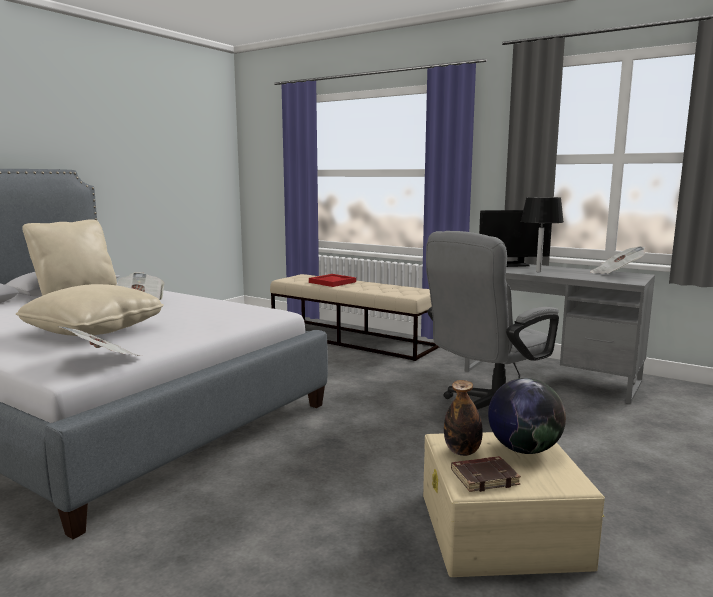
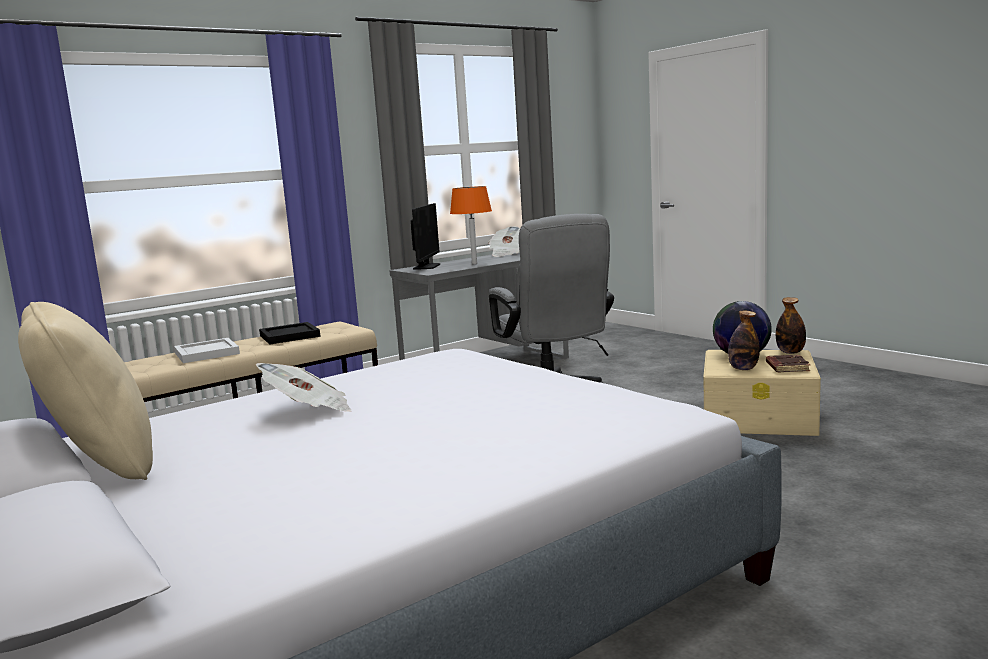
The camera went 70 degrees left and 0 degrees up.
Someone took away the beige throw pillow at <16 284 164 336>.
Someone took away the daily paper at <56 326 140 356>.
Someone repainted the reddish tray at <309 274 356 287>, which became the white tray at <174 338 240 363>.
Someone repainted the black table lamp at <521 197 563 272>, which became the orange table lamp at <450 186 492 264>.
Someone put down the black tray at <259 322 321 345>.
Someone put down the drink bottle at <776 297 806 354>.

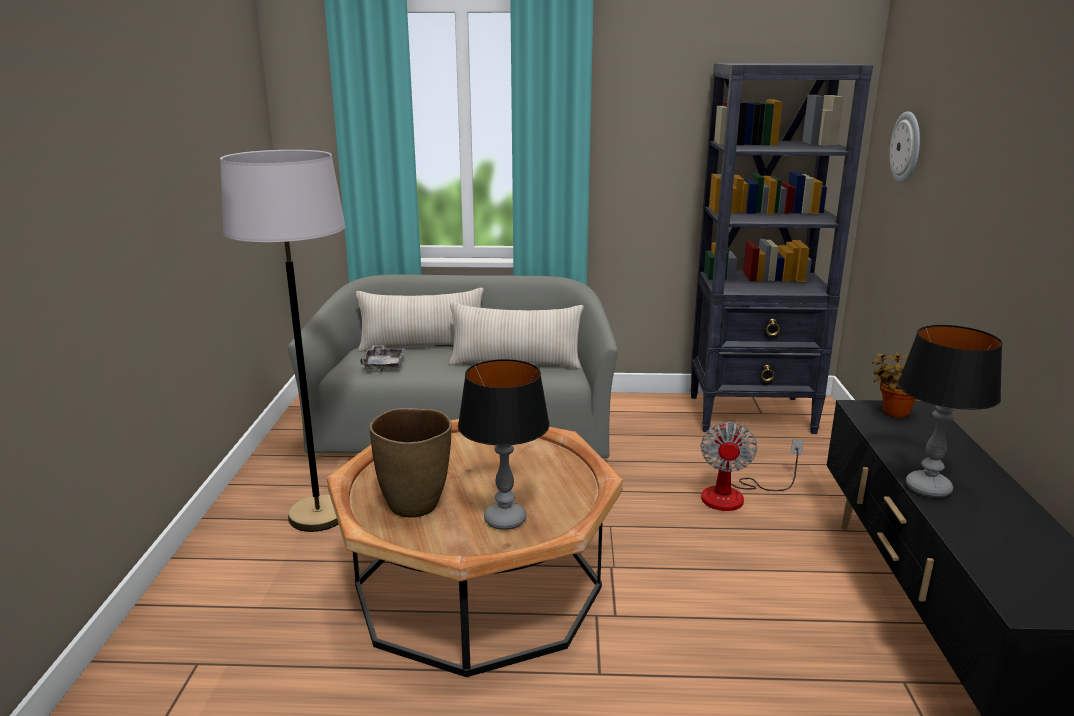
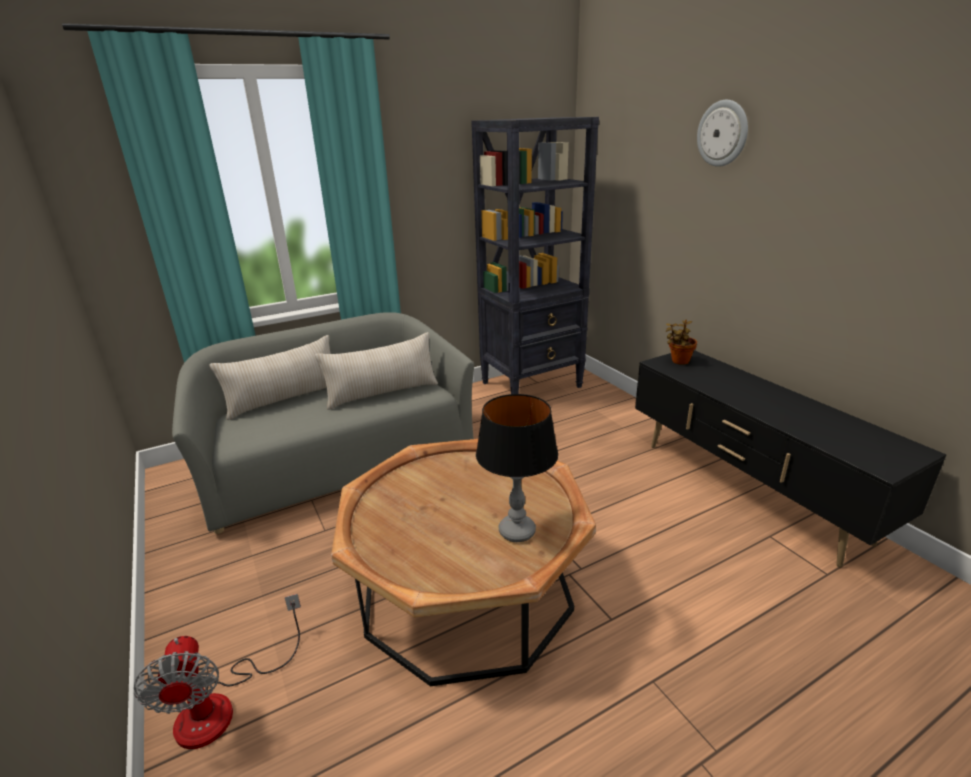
The camera went 30 degrees left and 5 degrees up.
Someone took away the grey standing lamp at <220 150 345 532>.
Someone took away the grey tray at <360 345 405 371>.
Someone took away the brownish vase at <370 408 451 518>.
Someone carried the electric fan from <700 421 804 511> to <134 594 301 749>.
Someone carried the clock on the wall from <889 111 920 183> to <697 100 748 167>.
Someone took away the table lamp at <898 325 1003 498>.

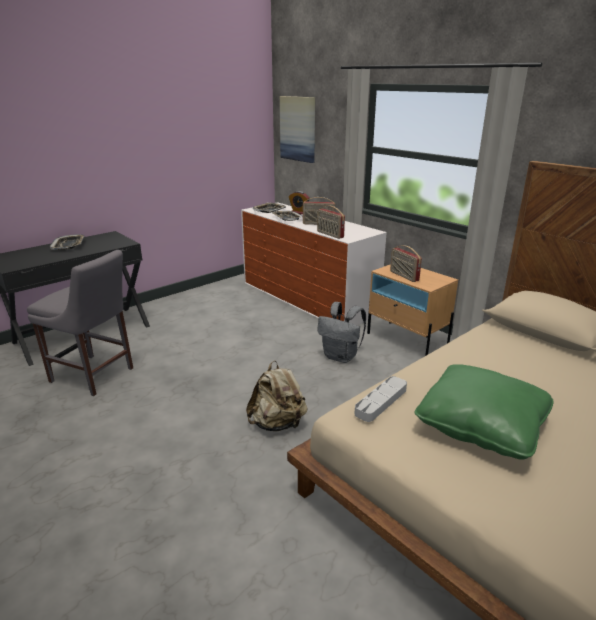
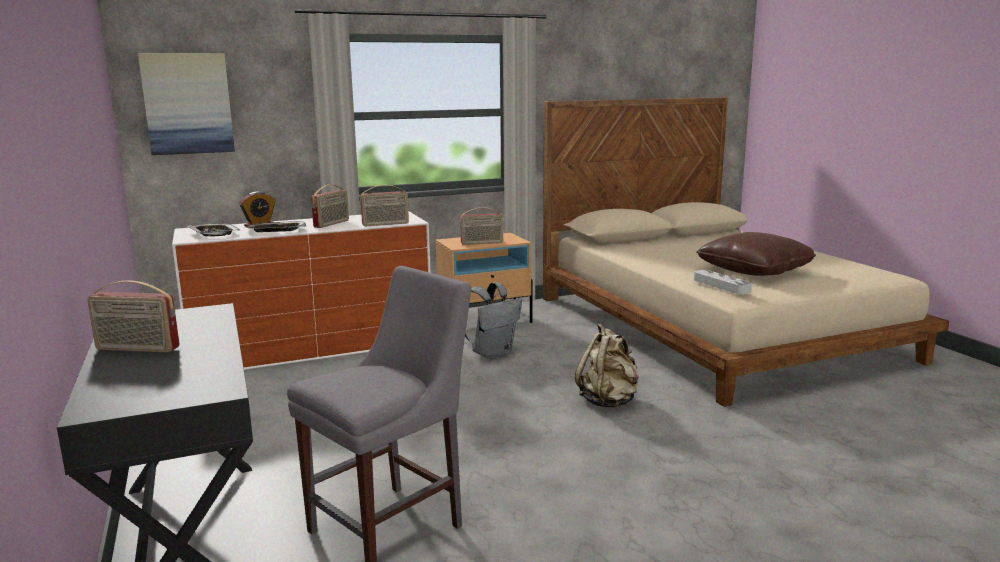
The camera went 70 degrees left and 10 degrees down.
Someone swapped the tray at <50 234 85 250> for the radio set at <87 280 179 352>.
Someone repainted the greenish throw pillow at <414 364 553 460>, which became the brownish throw pillow at <696 232 816 276>.

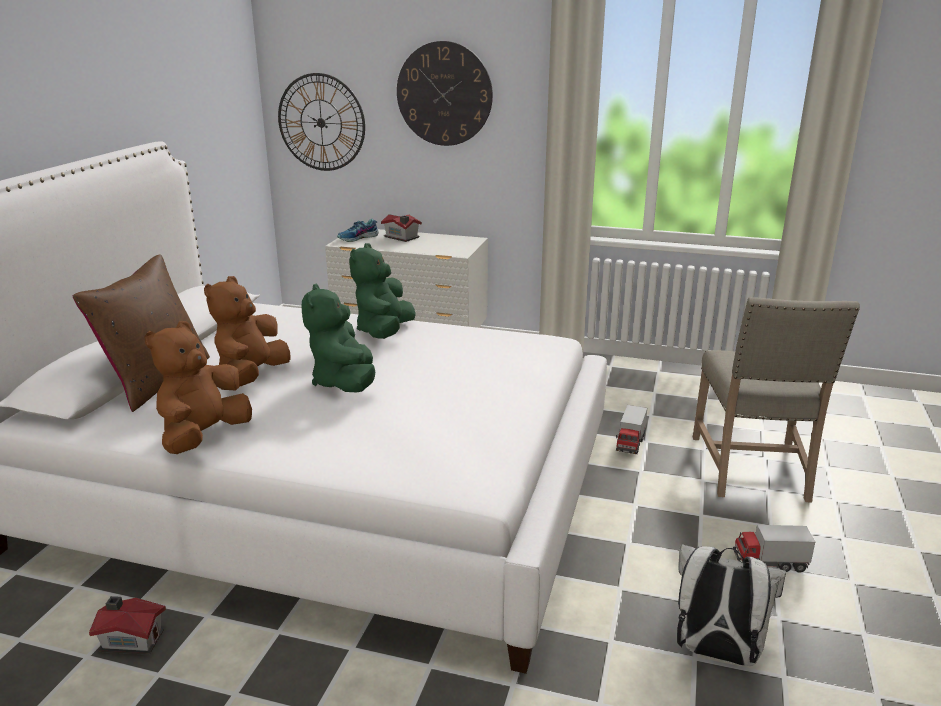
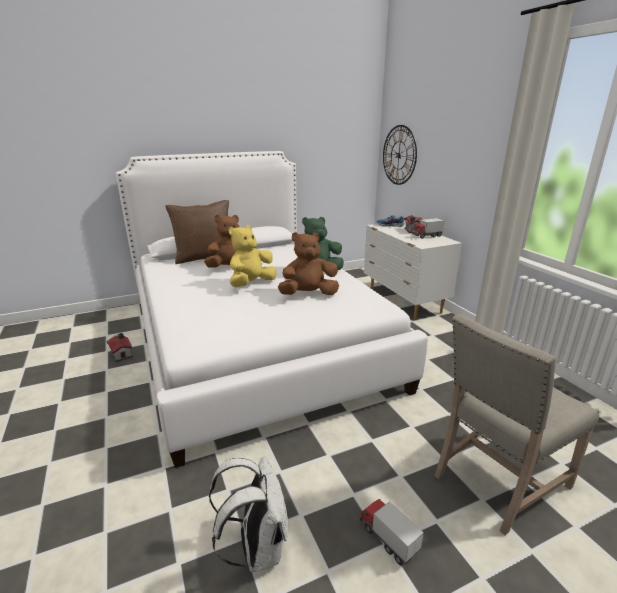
The camera went 50 degrees right and 0 degrees up.
Someone carried the brownish plush toy from <144 321 252 454> to <278 232 339 295>.
Someone repainted the greenish plush toy at <302 283 375 392>, which became the yellowish plush toy at <229 225 276 287>.
Someone took away the clock on the wall at <397 41 493 146>.
Someone carried the toy truck from <616 405 647 454> to <411 218 445 239>.

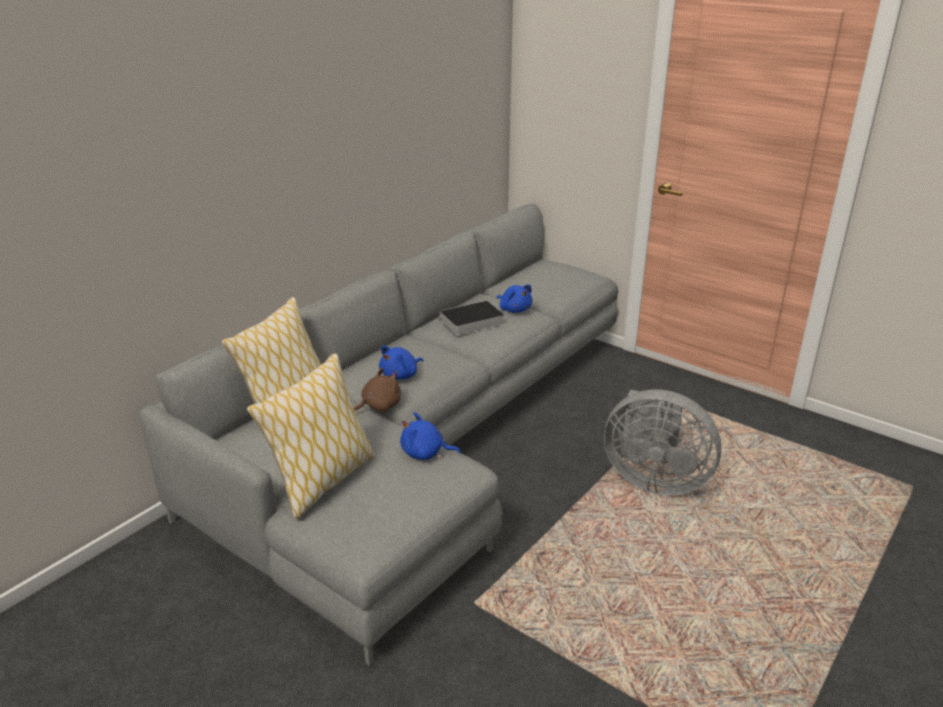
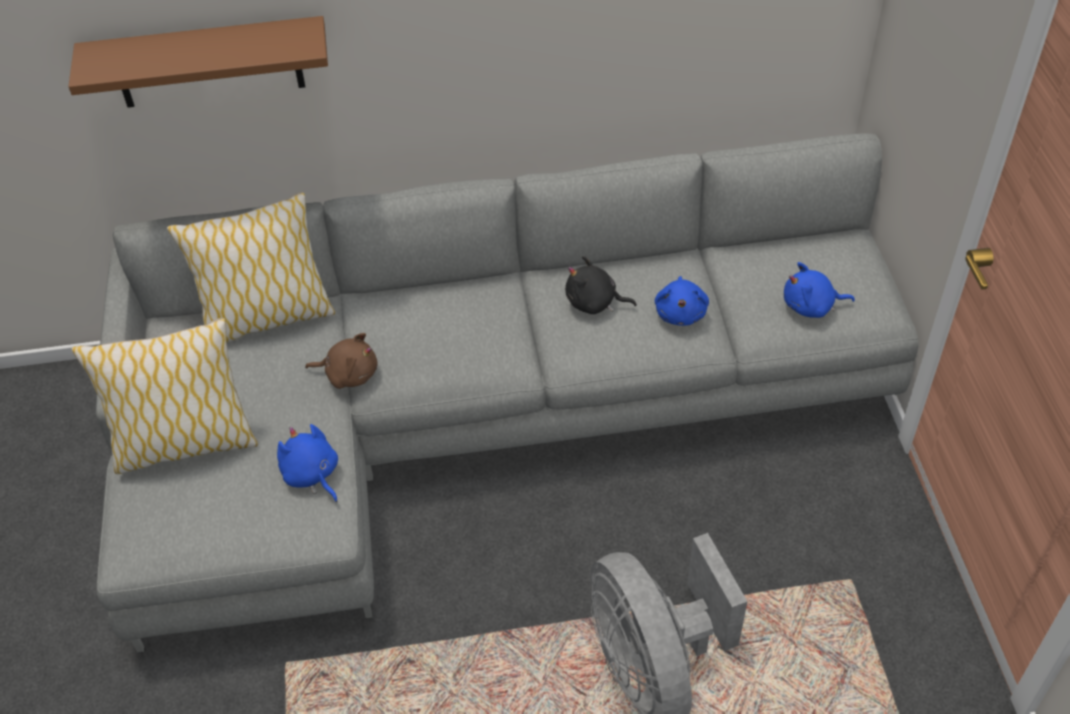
The camera went 45 degrees right and 20 degrees up.
Someone carried the blue-coloured plush toy from <379 345 424 380> to <784 262 855 318>.
Someone swapped the volume at <431 300 504 335> for the black plush toy at <565 256 637 314>.
Someone put up the brownish shelf at <68 16 328 108>.

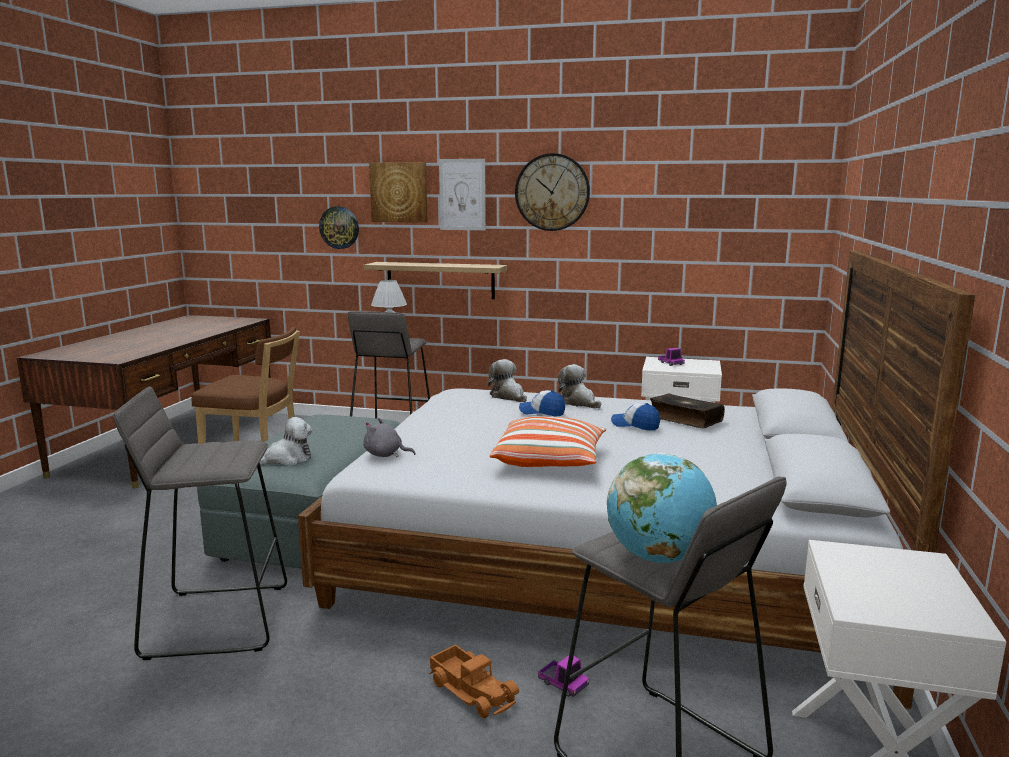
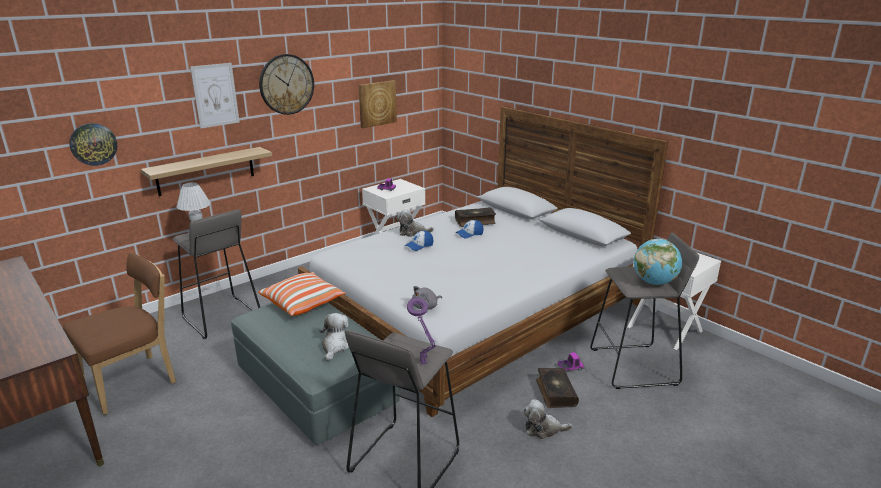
The camera went 55 degrees left and 10 degrees up.
Someone carried the wall picture from <369 162 427 222> to <359 80 397 128>.
Someone swapped the toy truck at <429 644 519 718> for the volume at <536 368 579 408>.
Someone carried the plush toy from <488 359 527 402> to <523 400 573 439>.
Someone carried the throw pillow from <490 416 606 467> to <258 272 345 316>.
Someone put down the purple-coloured table lamp at <407 298 436 364>.

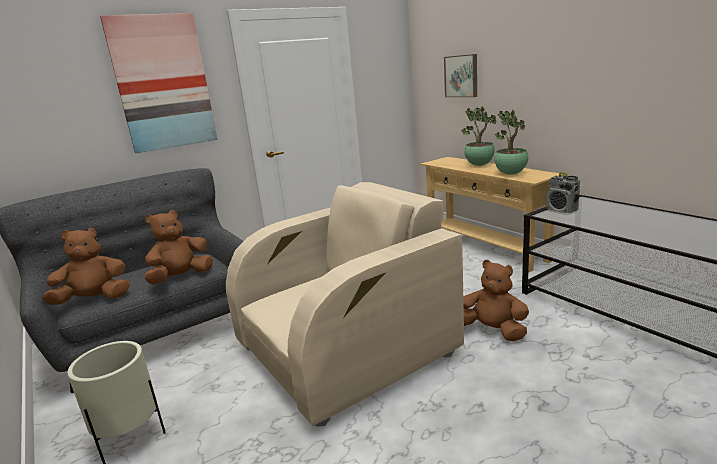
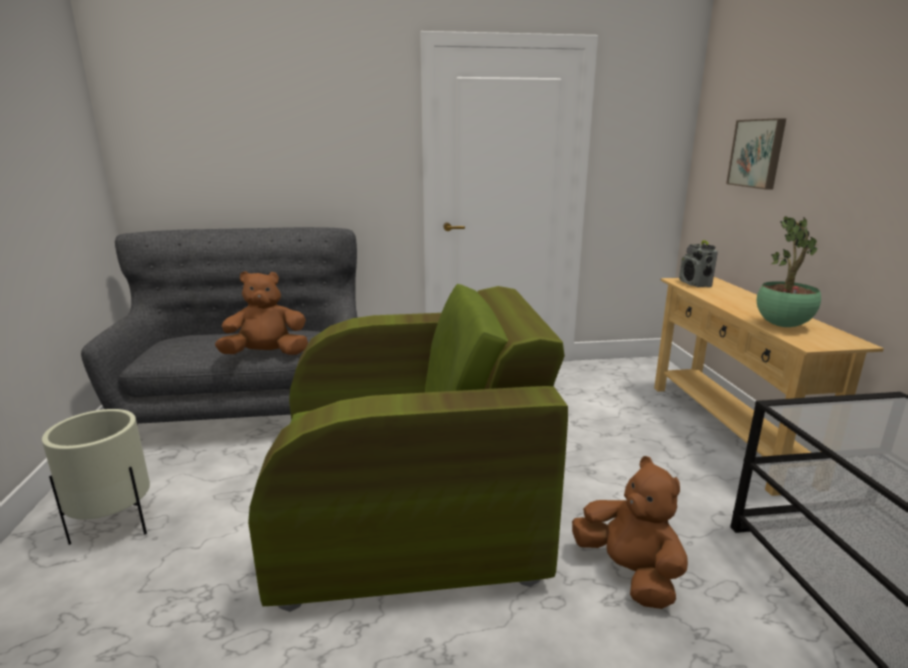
The camera went 25 degrees right and 0 degrees up.
Someone took away the brownish plush toy at <42 228 130 305>.
Someone took away the wall picture at <100 13 217 153>.
Someone repainted the beige easy chair at <226 182 464 427>, which became the greenish easy chair at <248 284 568 612>.
Someone took away the houseplant at <461 106 496 166>.
Someone carried the radio set from <546 172 580 213> to <679 240 718 287>.

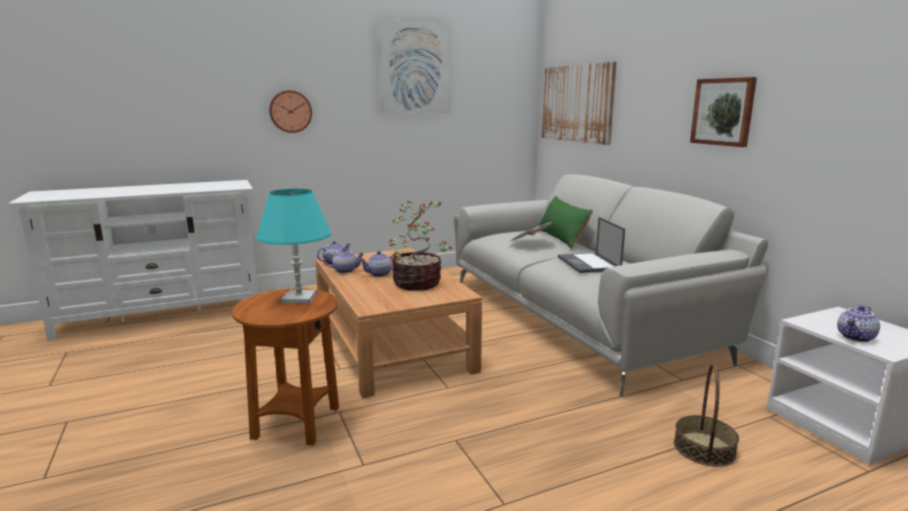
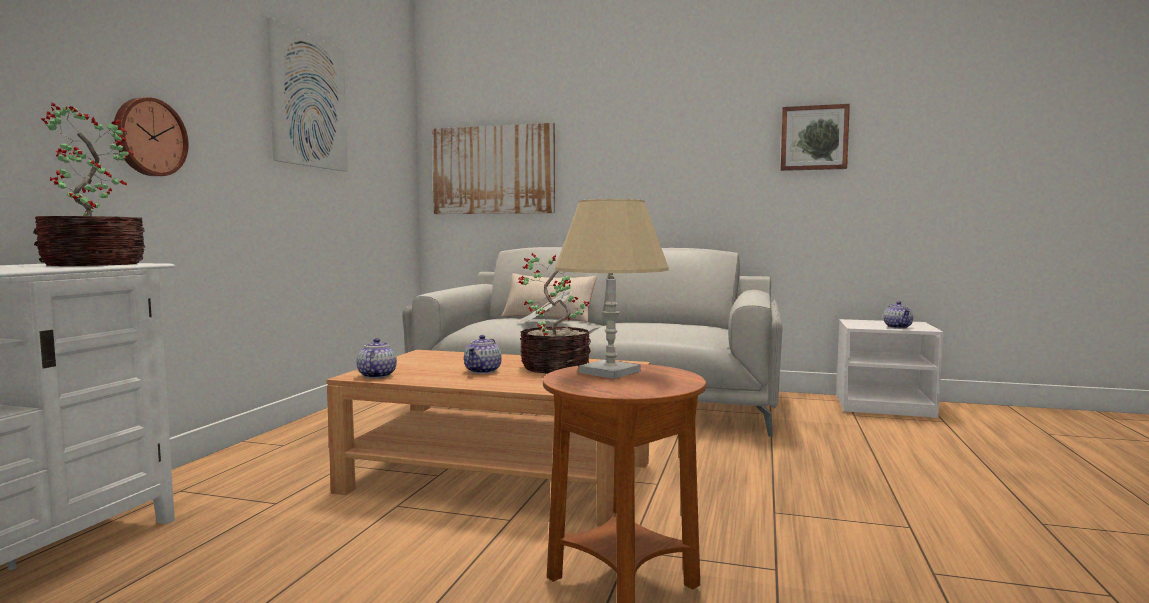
The camera went 50 degrees left and 10 degrees down.
Someone repainted the blue-green table lamp at <256 188 331 303>, which became the beige table lamp at <555 199 669 379>.
Someone took away the pot for tea at <324 248 365 273>.
Someone repainted the greenish throw pillow at <539 196 593 249>, which became the beige throw pillow at <501 273 597 322>.
Someone took away the notebook computer at <558 217 625 273>.
Someone took away the basket at <674 364 739 467>.
Someone carried the wall picture from <690 77 757 147> to <781 104 850 171>.
Someone put down the houseplant at <33 103 145 266>.

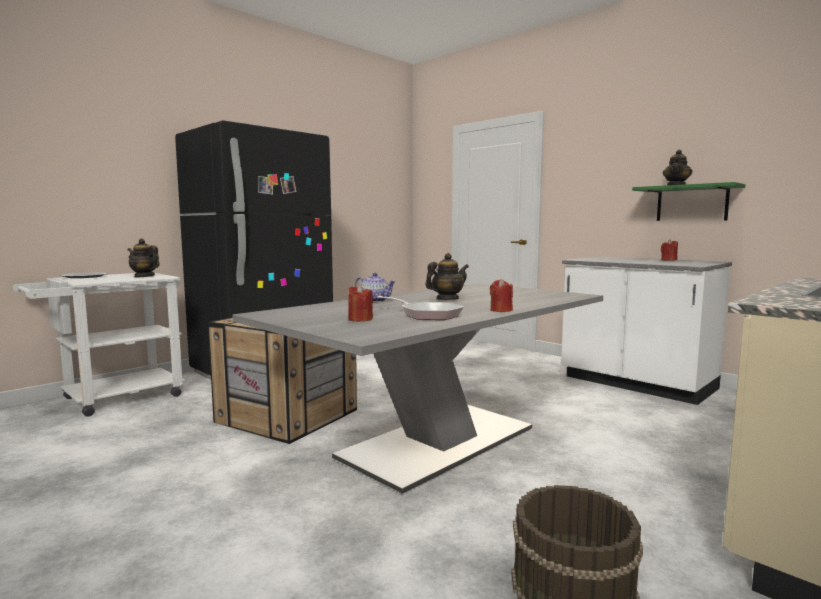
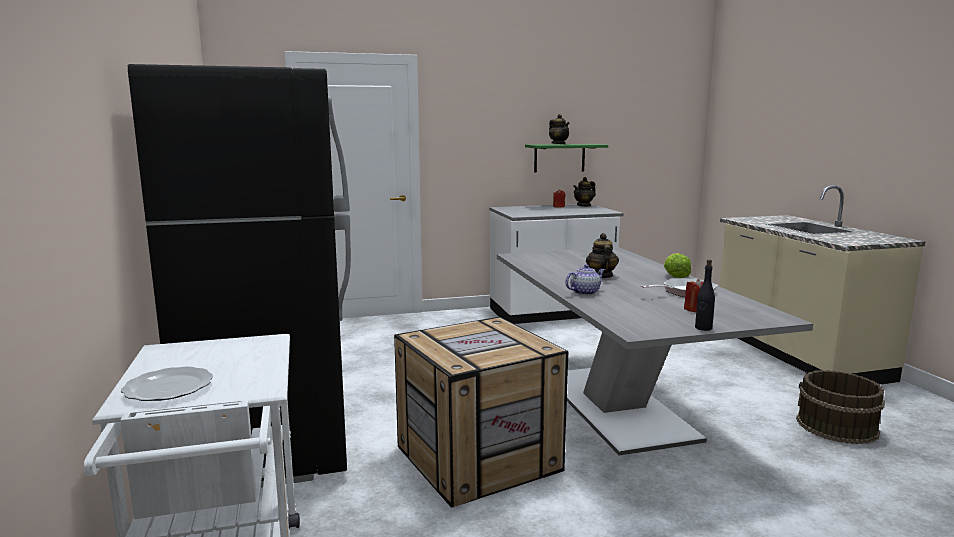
The camera went 60 degrees left and 5 degrees up.
Someone carried the pot for tea from <127 239 160 277> to <573 177 596 207>.
Someone swapped the reddish candle at <490 279 513 312> for the lettuce head at <664 253 691 278>.
Someone put down the black drink bottle at <695 259 715 331>.

